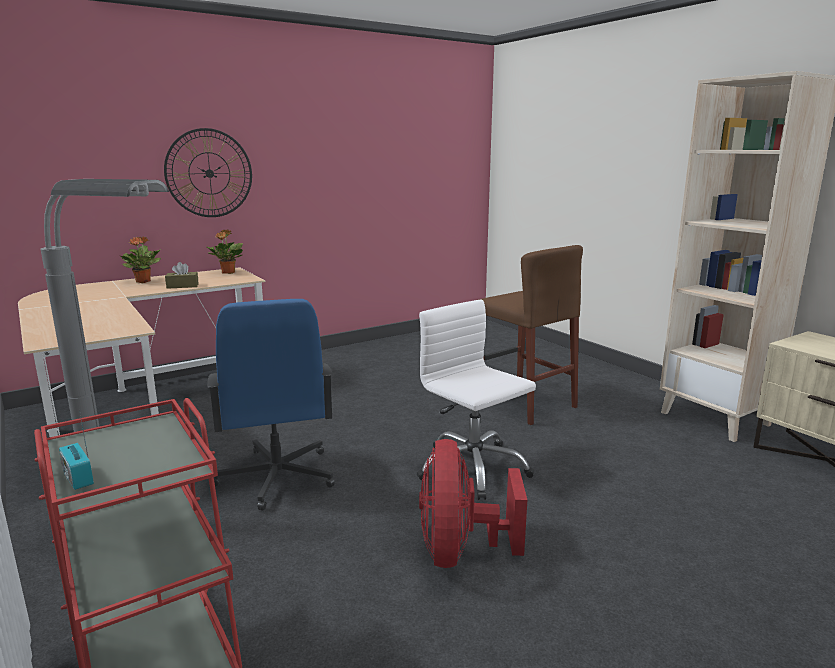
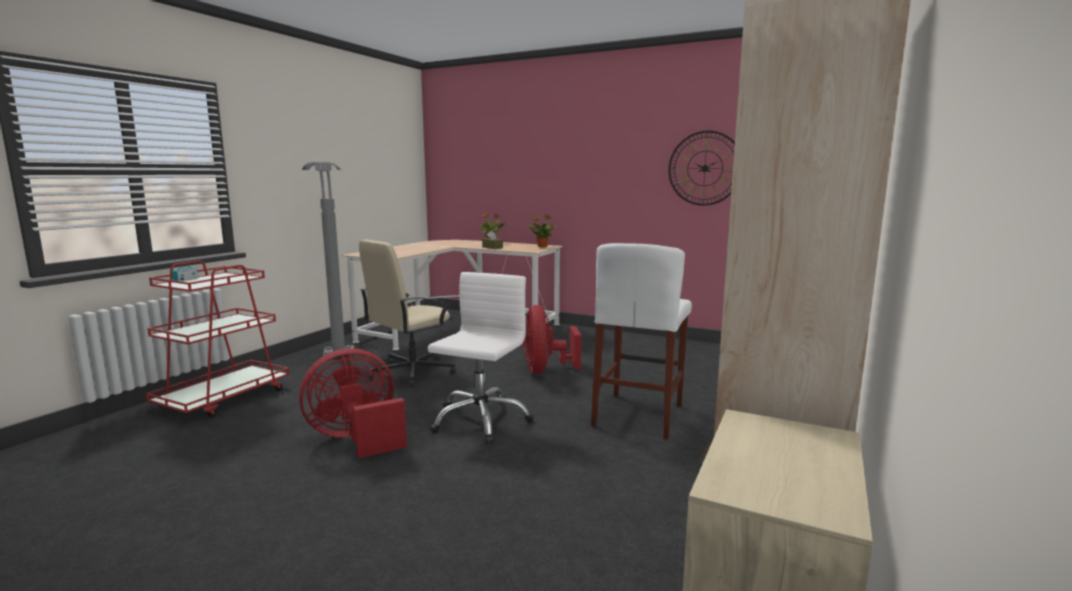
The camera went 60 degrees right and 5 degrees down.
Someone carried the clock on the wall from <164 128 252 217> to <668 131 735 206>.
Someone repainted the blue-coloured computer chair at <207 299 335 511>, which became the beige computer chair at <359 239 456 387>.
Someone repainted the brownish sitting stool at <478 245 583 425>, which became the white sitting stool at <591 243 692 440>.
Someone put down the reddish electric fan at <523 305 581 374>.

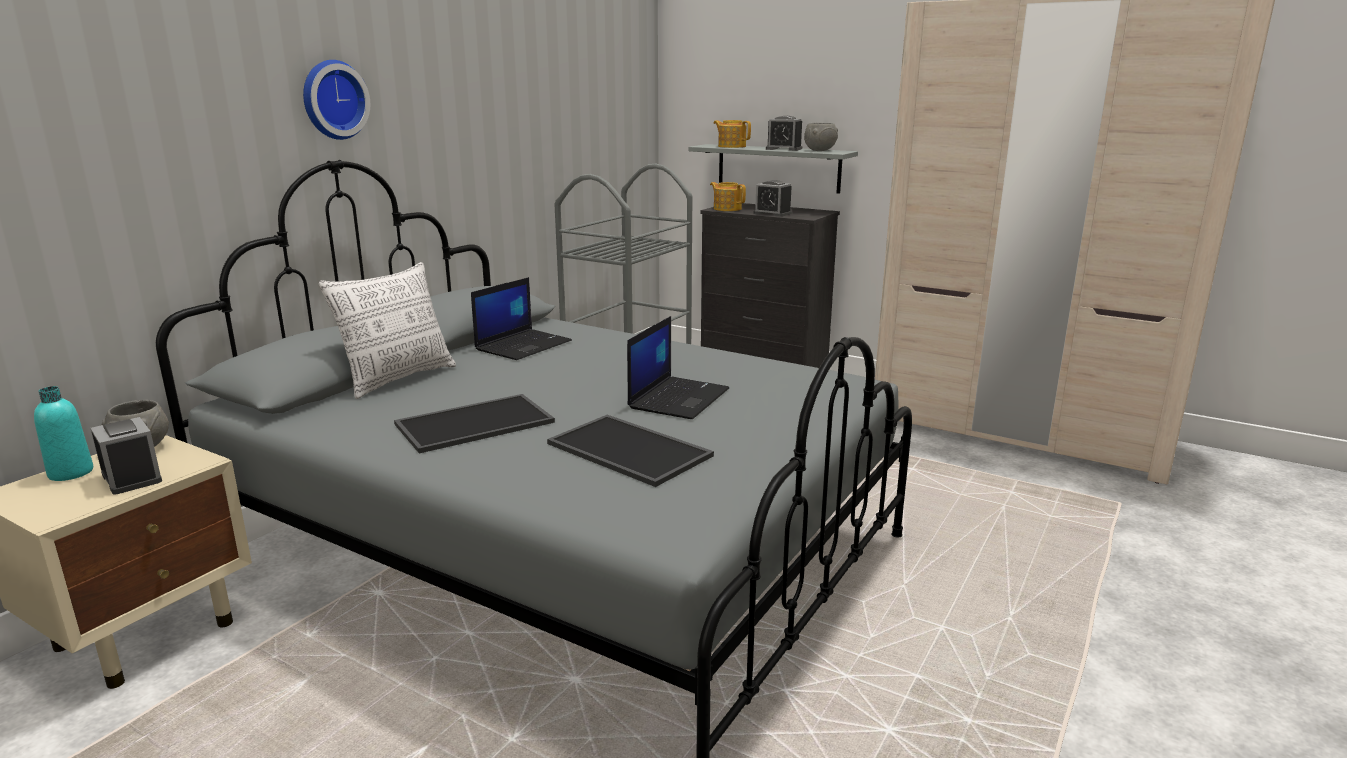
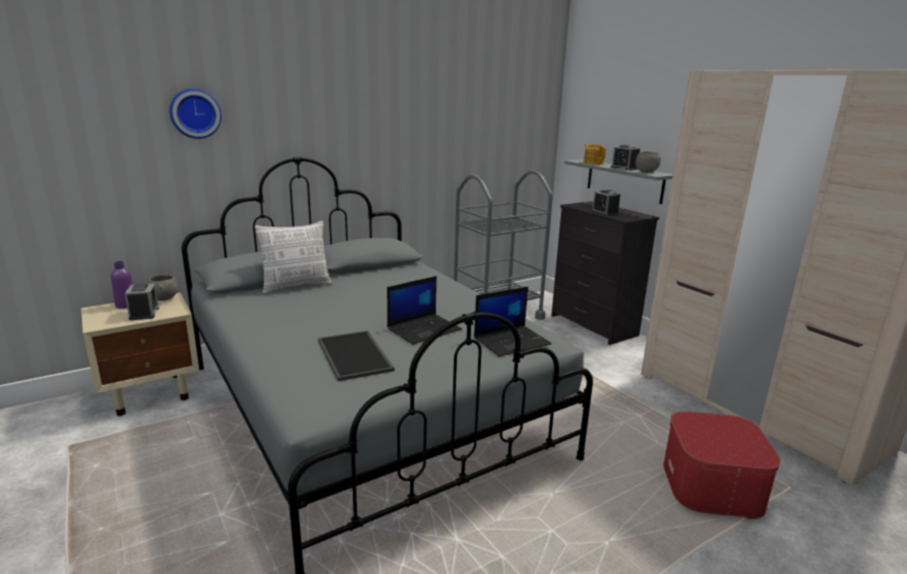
The camera went 25 degrees right and 0 degrees up.
Someone repainted the blue-green drink bottle at <34 386 93 481>, which became the purple-coloured drink bottle at <111 261 133 309>.
Someone carried the clock on the wall from <303 60 370 140> to <169 89 222 139>.
Someone took away the tray at <394 394 555 453>.
Someone carried the notebook computer from <471 277 572 360> to <474 286 551 357>.
Someone took away the pot for tea at <710 182 746 211>.
Someone put down the pouffe at <663 411 781 519>.

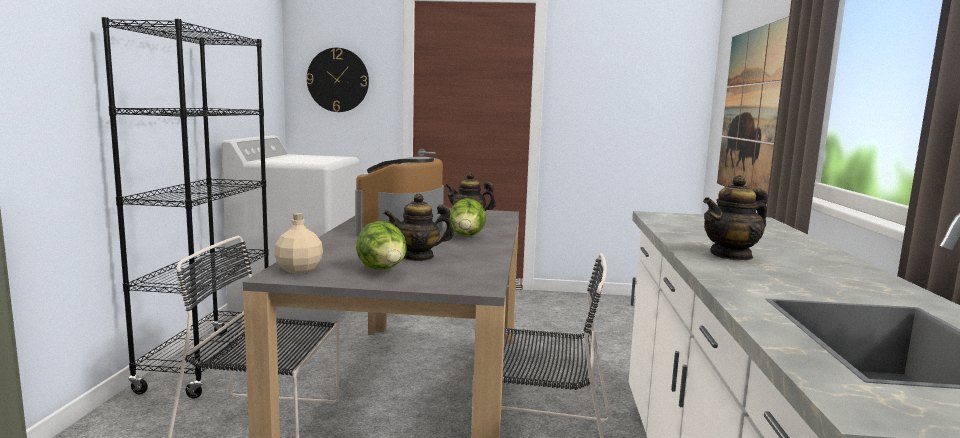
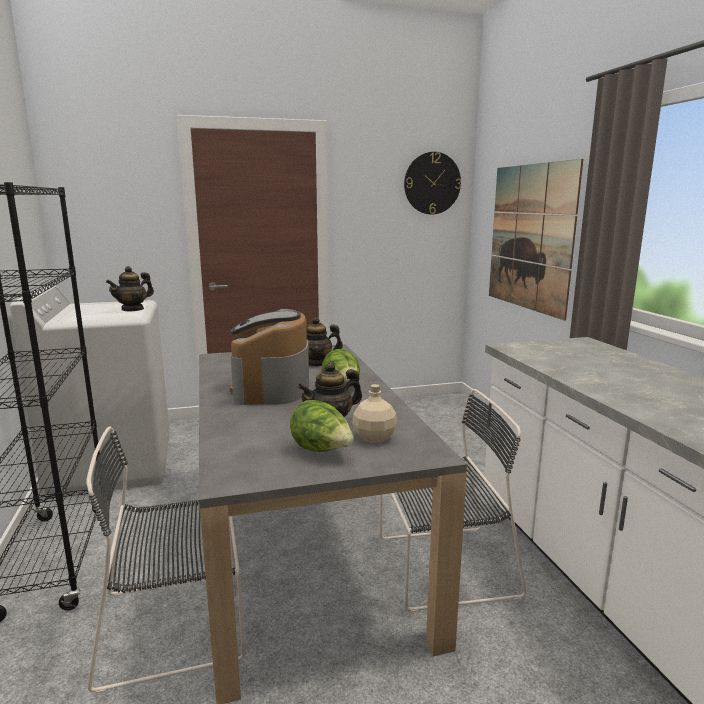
The camera went 20 degrees left and 5 degrees up.
Someone carried the beige drink bottle from <274 213 323 274> to <352 384 397 443>.
Someone carried the clock on the wall from <306 48 369 112> to <404 152 461 214>.
Someone carried the pot for tea from <703 175 768 261> to <106 266 154 312>.

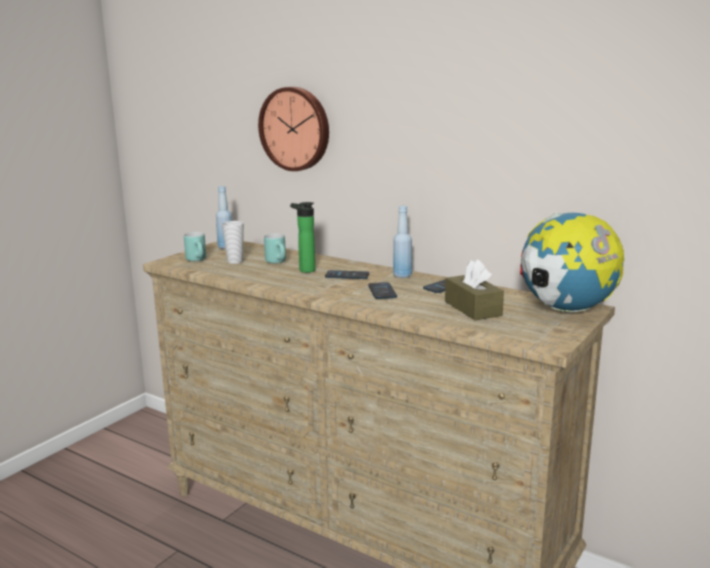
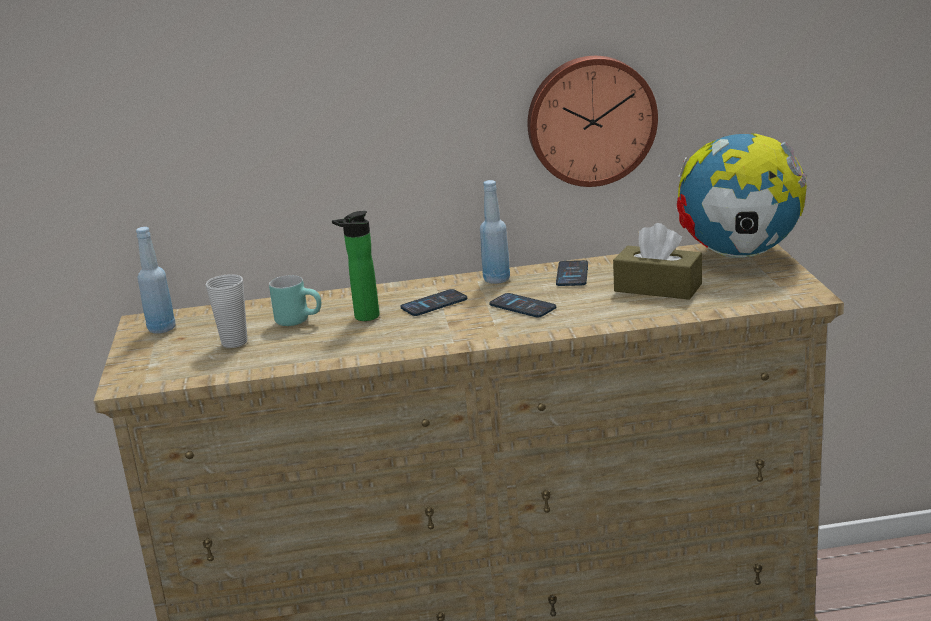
The camera went 40 degrees left and 5 degrees up.
Someone took away the blue-green mug at <184 232 206 261>.
Someone carried the clock on the wall from <258 87 329 171> to <527 56 658 187>.

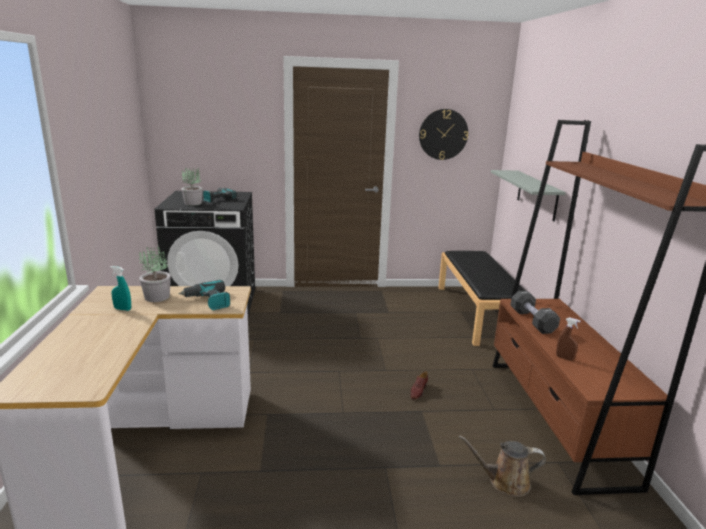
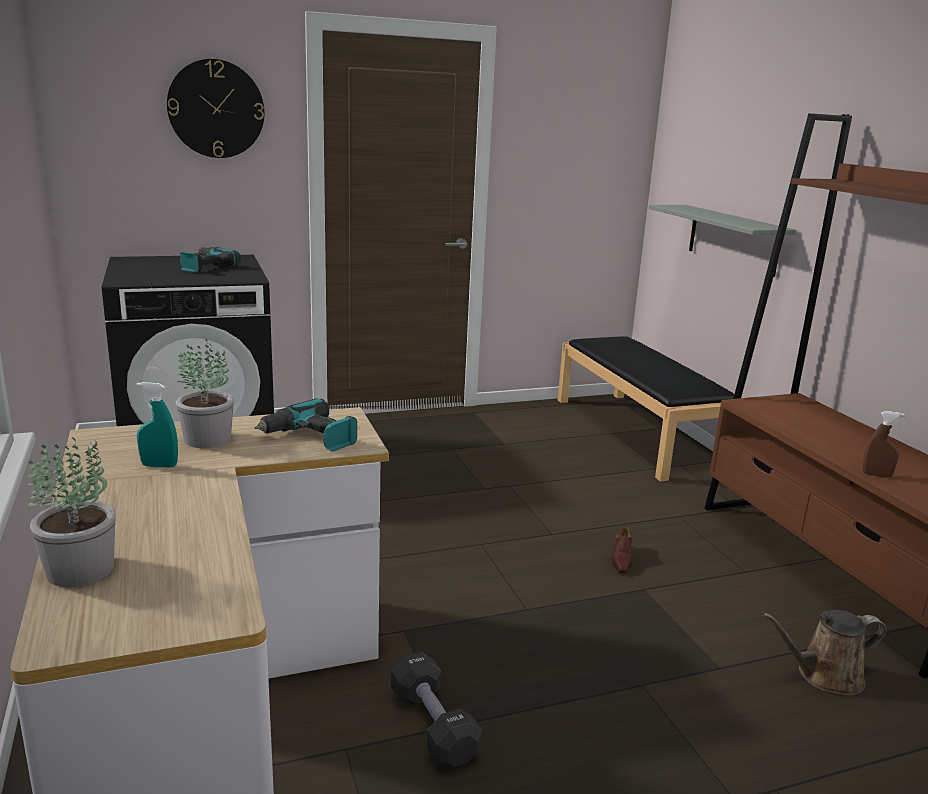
The camera went 15 degrees left and 0 degrees up.
Someone carried the houseplant from <182 167 203 206> to <28 437 116 587>.
Someone carried the clock on the wall from <419 109 468 160> to <167 59 264 158>.
Someone carried the black free weight from <511 290 560 334> to <391 651 482 769>.

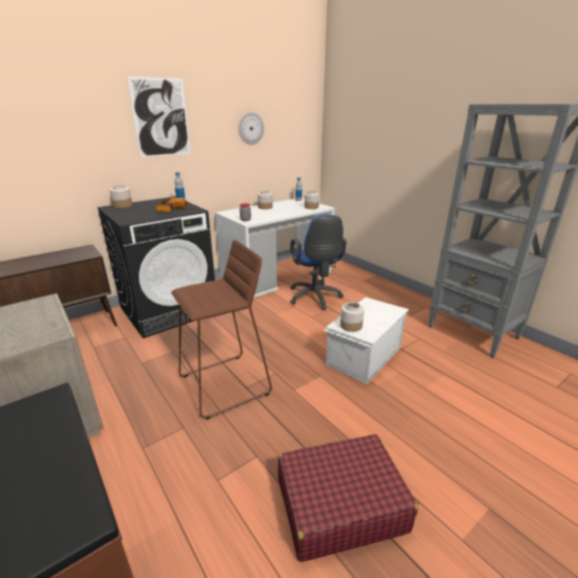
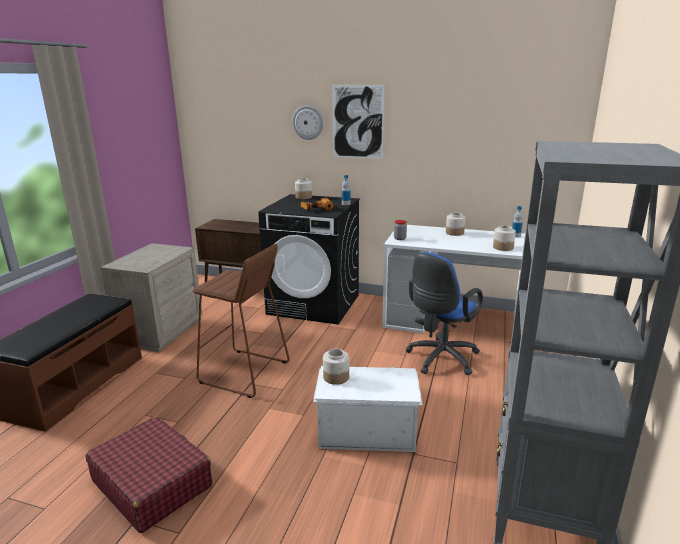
The camera went 55 degrees right and 5 degrees down.
Someone carried the clock on the wall from <238 112 264 145> to <292 105 324 140>.

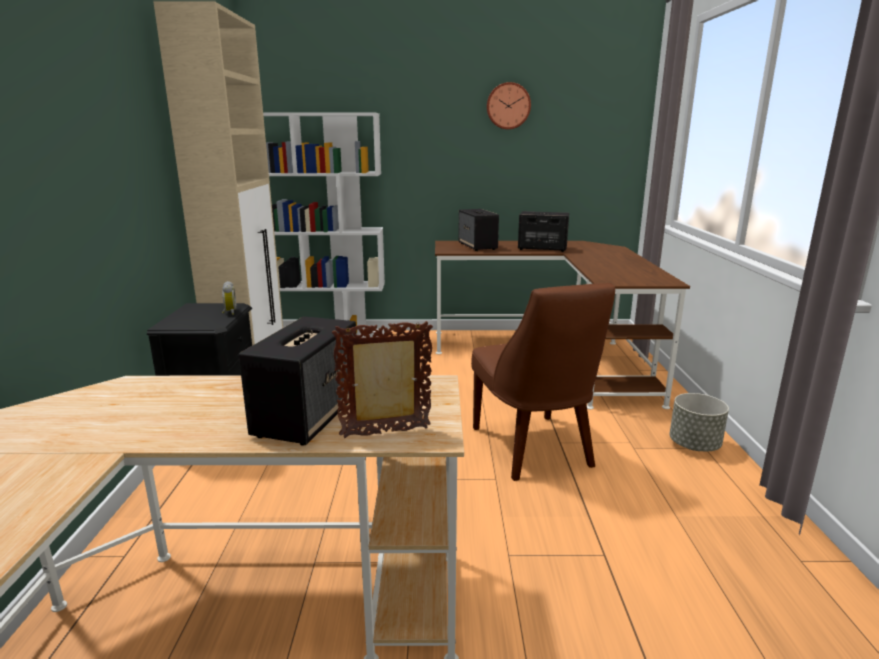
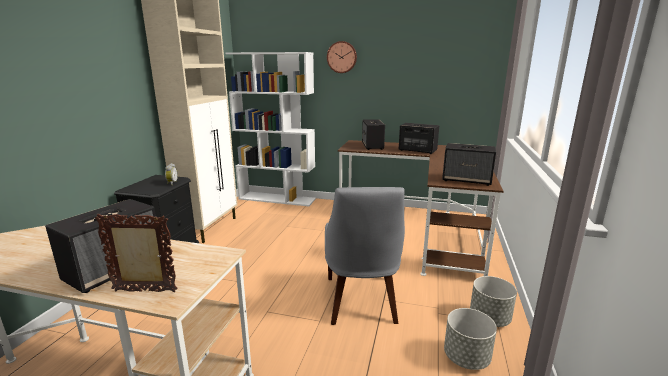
The camera went 15 degrees right and 0 degrees up.
Someone repainted the brownish chair at <471 283 615 481>, which became the grey chair at <325 187 405 325>.
Someone carried the clock on the wall from <487 82 531 129> to <327 41 357 73>.
Someone put down the audio speaker at <442 143 496 186>.
Someone put down the grey plant pot at <444 308 497 370>.

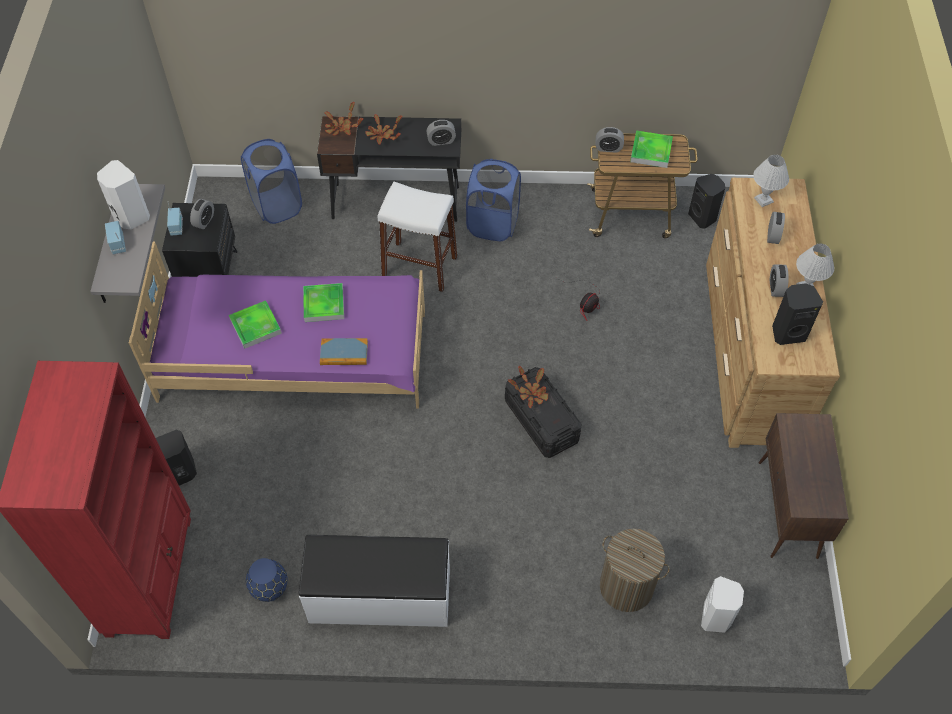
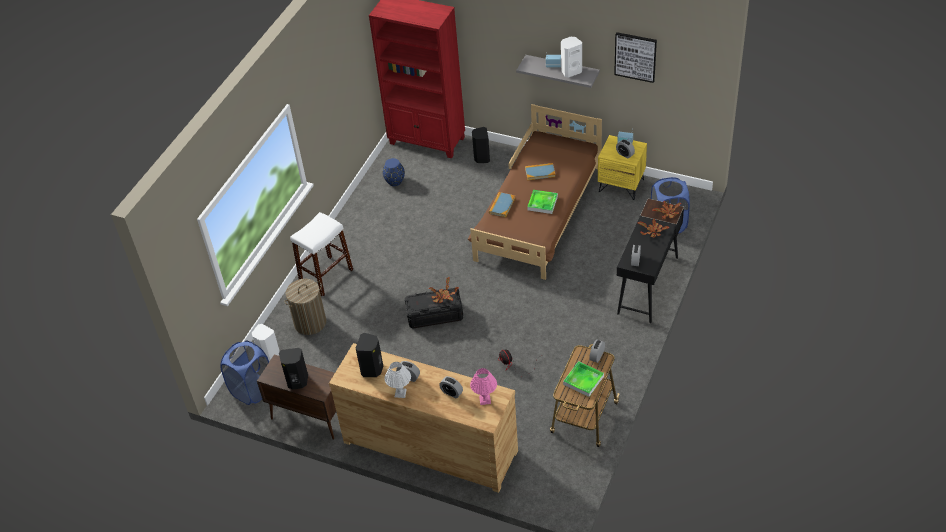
The camera went 115 degrees right and 10 degrees down.
Someone repainted the purple-coloured sleeping bed at <129 242 425 409>, which became the brownish sleeping bed at <468 104 602 280>.
Someone repainted the black nightstand at <162 203 237 277>, which became the yellowish nightstand at <598 135 647 200>.
Someone swapped the tray at <229 301 282 349> for the volume at <525 163 555 180>.
Someone took away the white indoor bench at <299 535 450 627>.
Someone carried the white sitting stool from <377 182 457 292> to <290 212 353 297>.
Someone carried the blue-coloured washing basket from <466 159 521 241> to <221 340 269 405>.
Someone carried the black audio speaker from <688 174 725 229> to <279 348 308 390>.
Someone repainted the white table lamp at <753 155 789 207>, which became the pink table lamp at <470 368 497 405>.
Someone put up the wall picture at <614 32 657 83>.

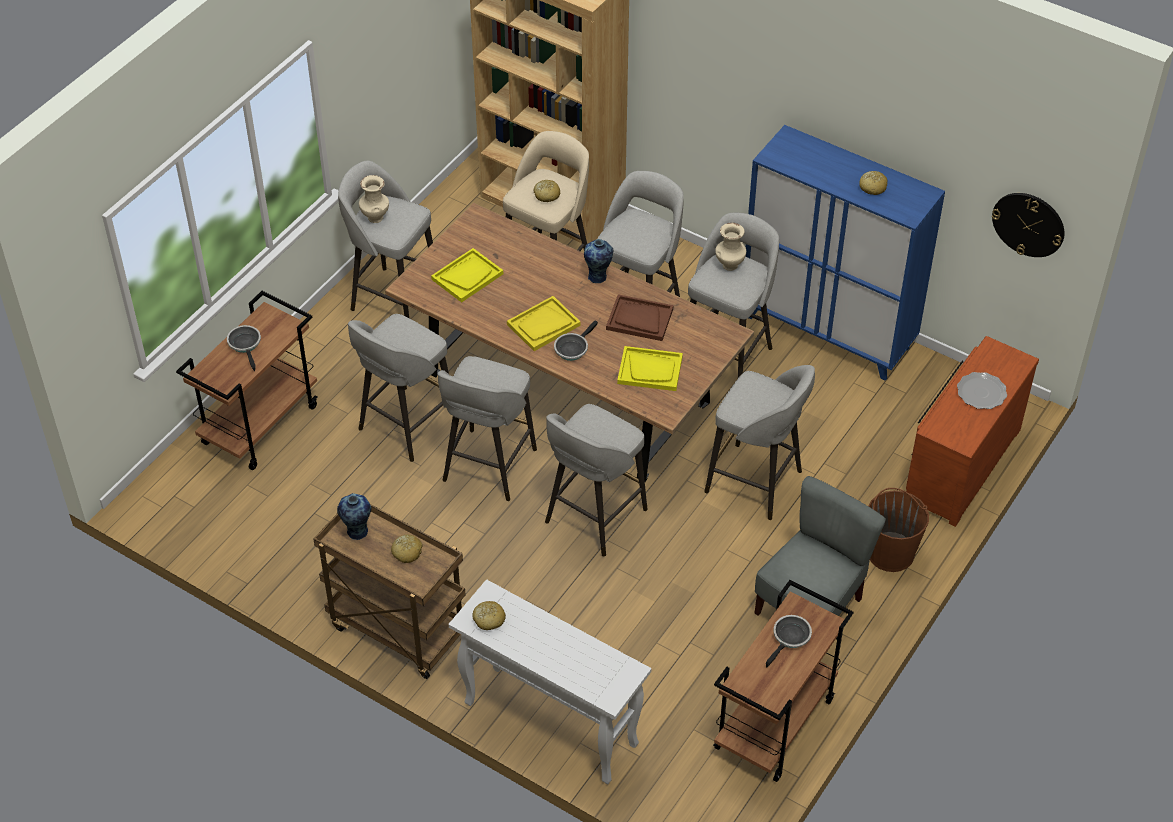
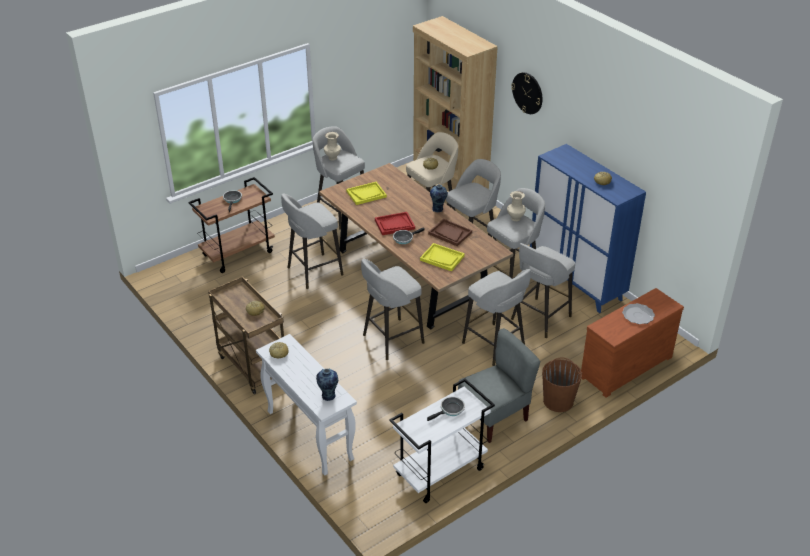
The camera went 20 degrees right and 10 degrees down.
Someone carried the vase from <337 493 372 540> to <316 369 338 401>.
Someone carried the grey sitting stool from <438 356 537 501> to <511 243 575 338>.
Someone repainted the yellowish tray at <507 296 581 351>, which became the reddish tray at <375 212 415 235>.
Someone repainted the brownish wheeled cart at <713 580 854 782>, which became the white wheeled cart at <389 378 495 503>.
Someone carried the clock on the wall from <992 193 1065 257> to <511 72 543 114>.

